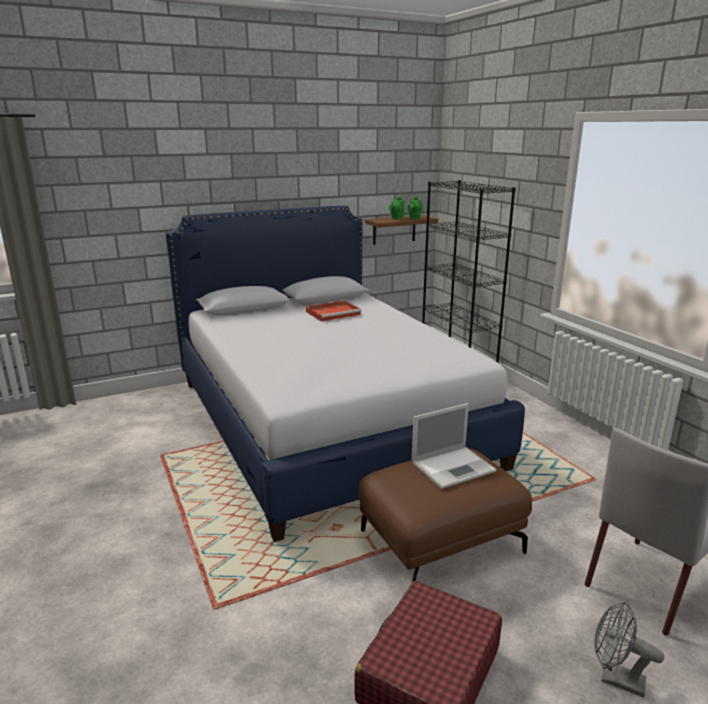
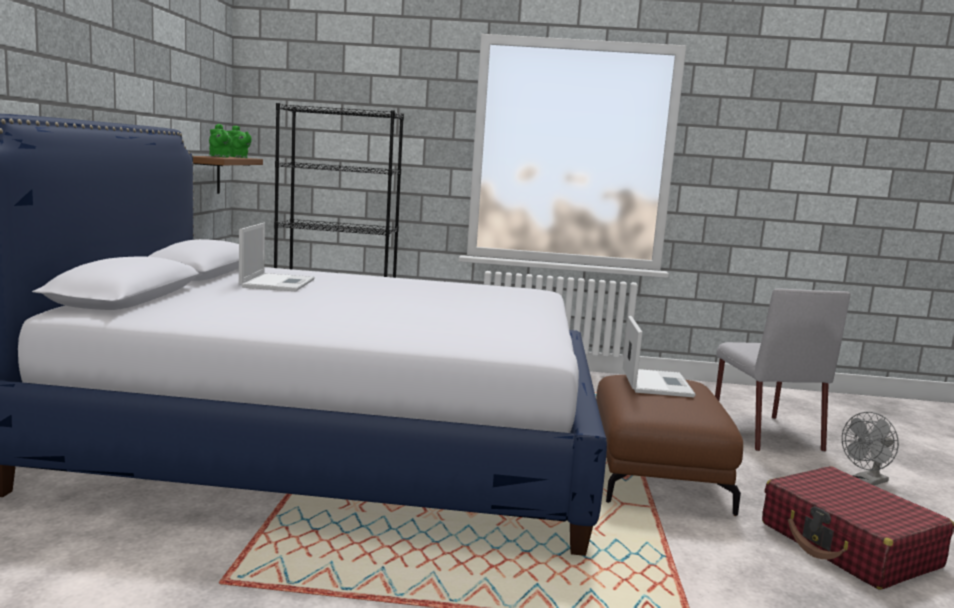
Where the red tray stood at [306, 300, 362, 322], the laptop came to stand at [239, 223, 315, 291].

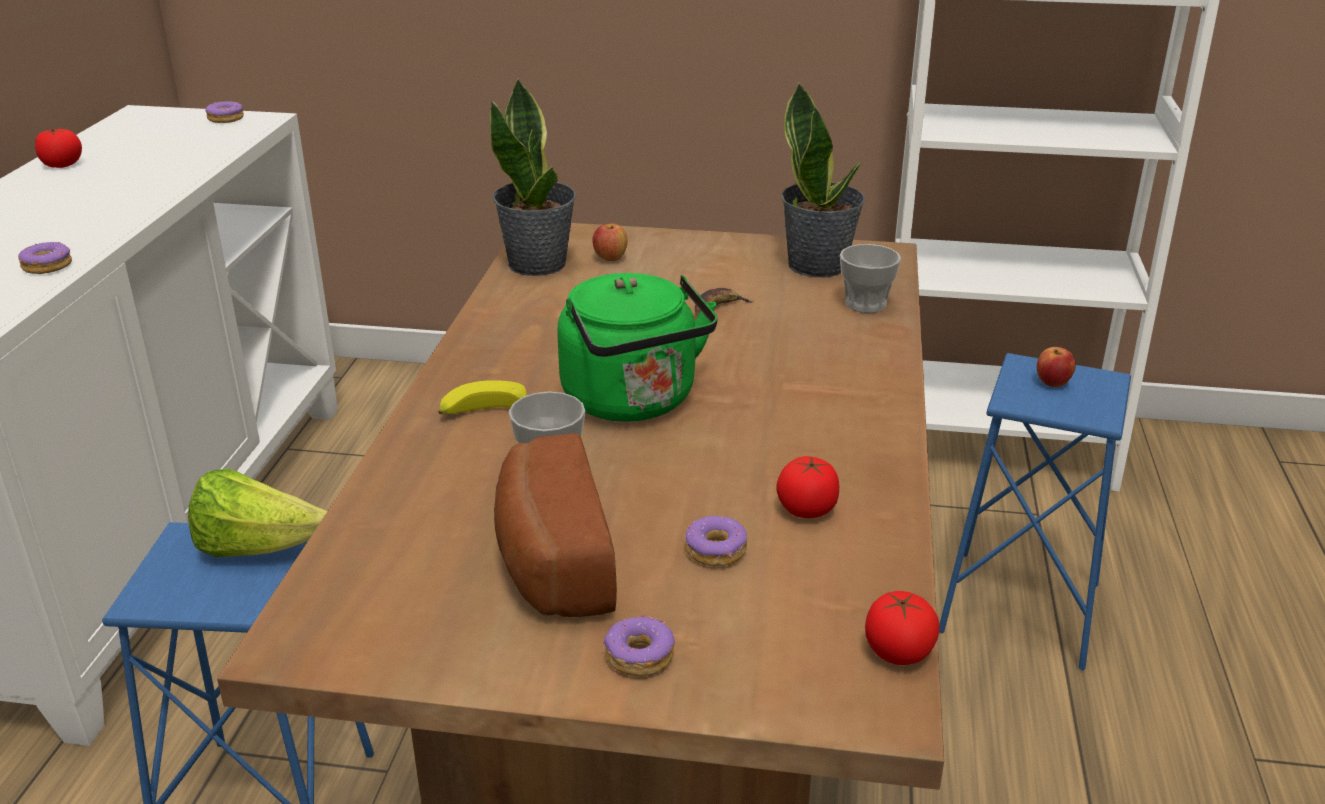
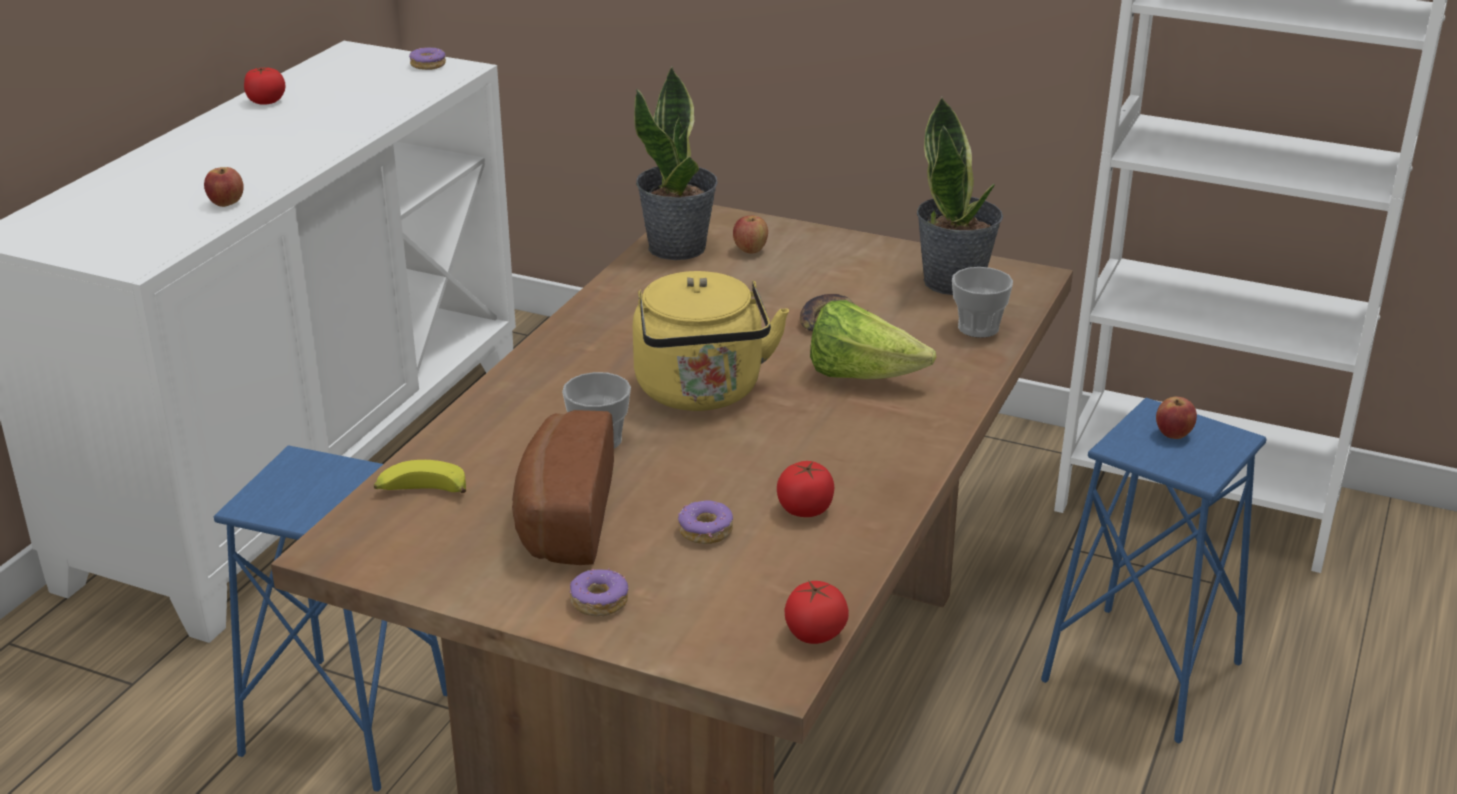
The lettuce head ended up elsewhere, having gone from [188, 469, 327, 557] to [810, 300, 936, 379].
The whole banana ended up elsewhere, having gone from [438, 380, 527, 414] to [374, 460, 466, 493].
Where the ring doughnut stood at [18, 242, 72, 274], the whole apple came to stand at [204, 167, 244, 207].
What was the green-coloured water kettle at [557, 273, 717, 422] turned into the yellow water kettle at [633, 271, 789, 411].

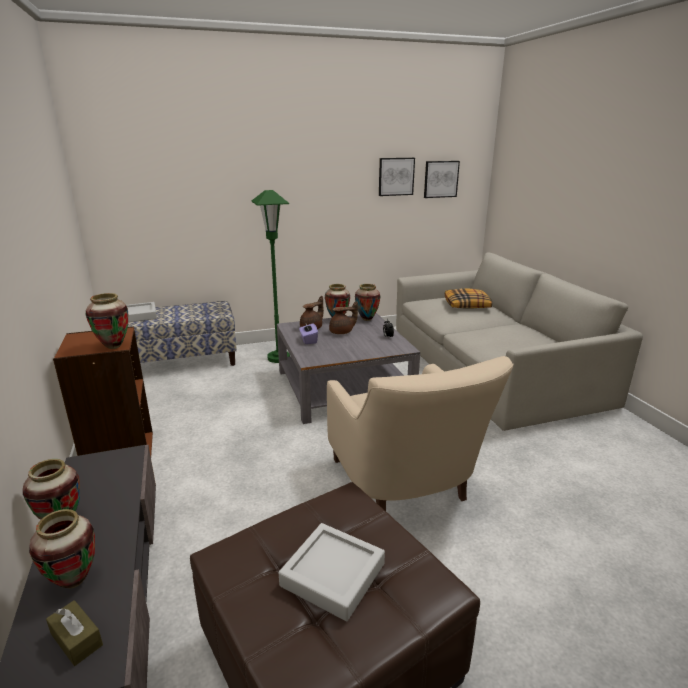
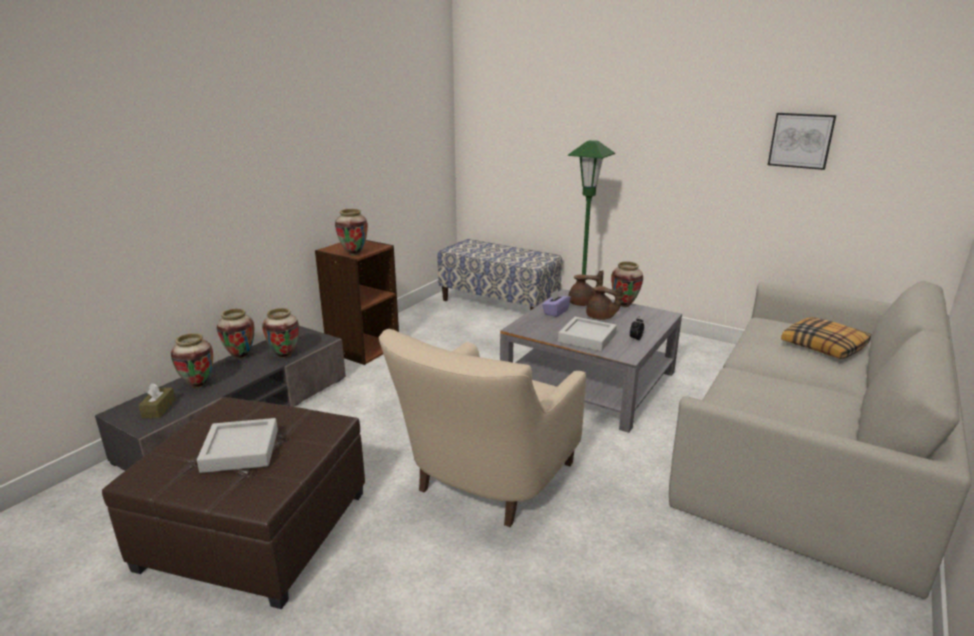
The second view lost the wall picture at [424, 161, 460, 198].
The grey tray ended up elsewhere, having gone from [126, 302, 157, 322] to [558, 317, 617, 351].
The decorative vase ended up elsewhere, having gone from [355, 284, 380, 321] to [262, 308, 299, 358].

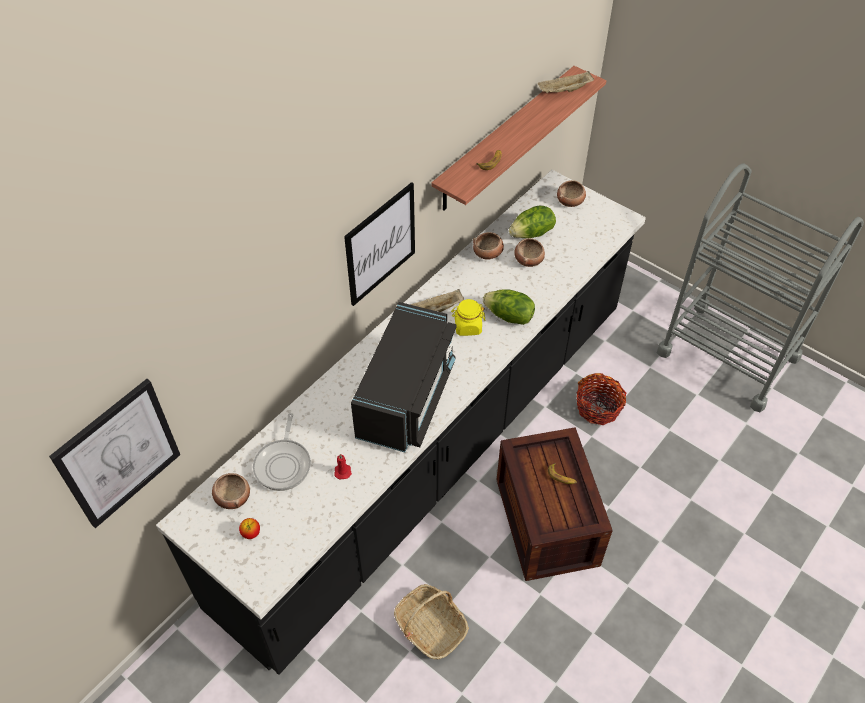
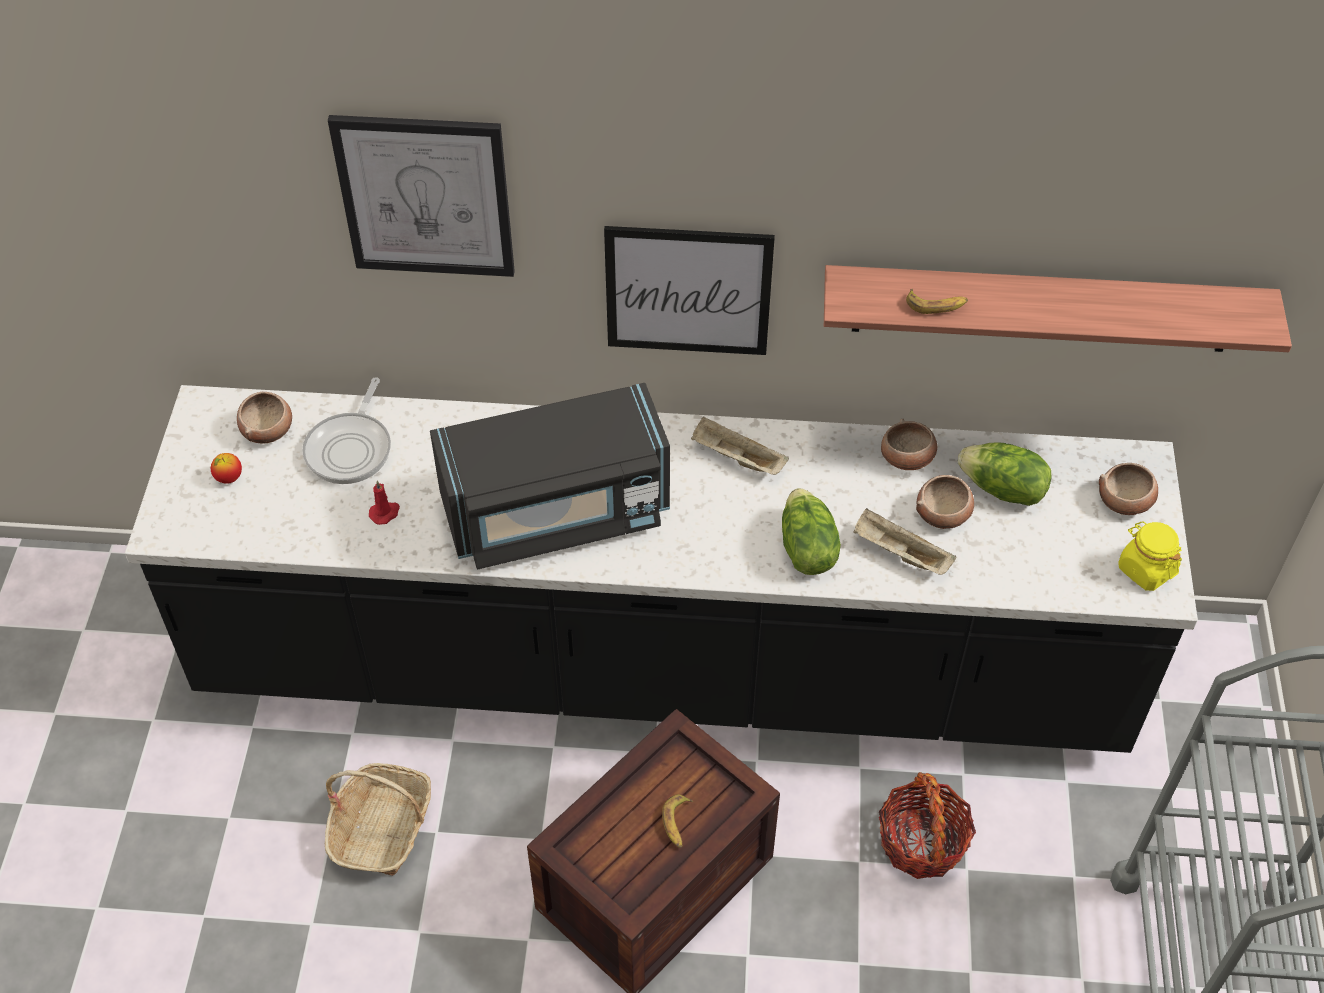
The wall picture ended up elsewhere, having gone from [49, 379, 180, 528] to [328, 115, 515, 277].
The yellow storage jar ended up elsewhere, having gone from [451, 299, 485, 336] to [1118, 521, 1182, 591].
The sand-coloured tray ended up elsewhere, having gone from [538, 71, 594, 93] to [853, 508, 956, 575].
The pan at [253, 413, 311, 491] ended up facing another way, 45 degrees counterclockwise from before.

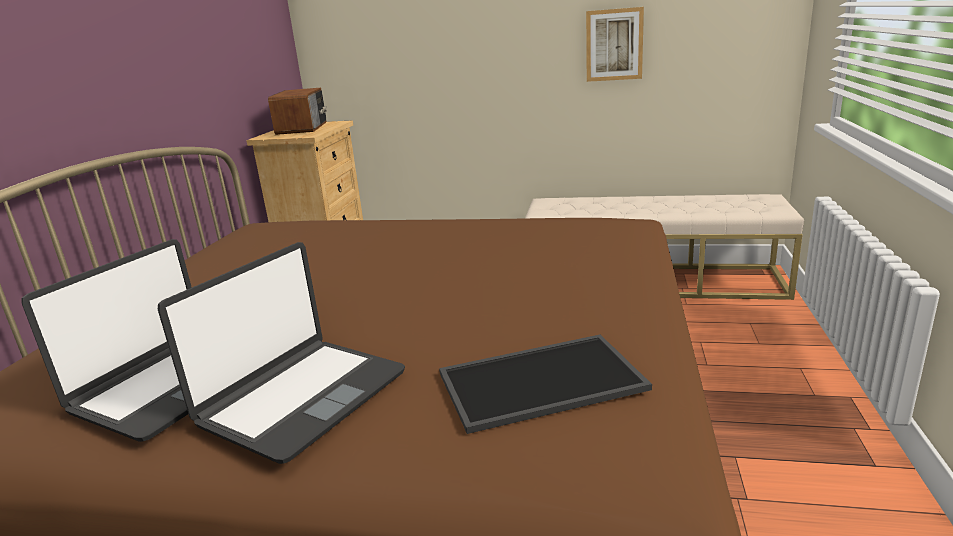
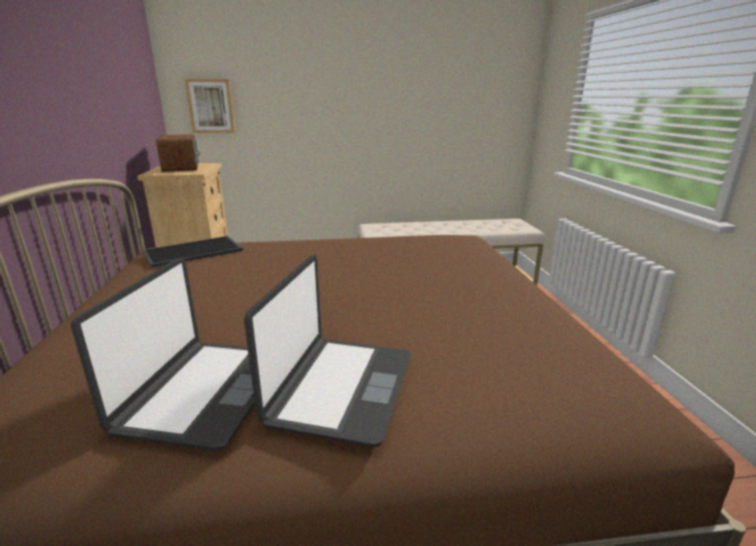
The tray ended up elsewhere, having gone from [439, 335, 652, 434] to [142, 236, 243, 268].
The wall picture ended up elsewhere, having gone from [586, 7, 644, 82] to [185, 79, 235, 133].

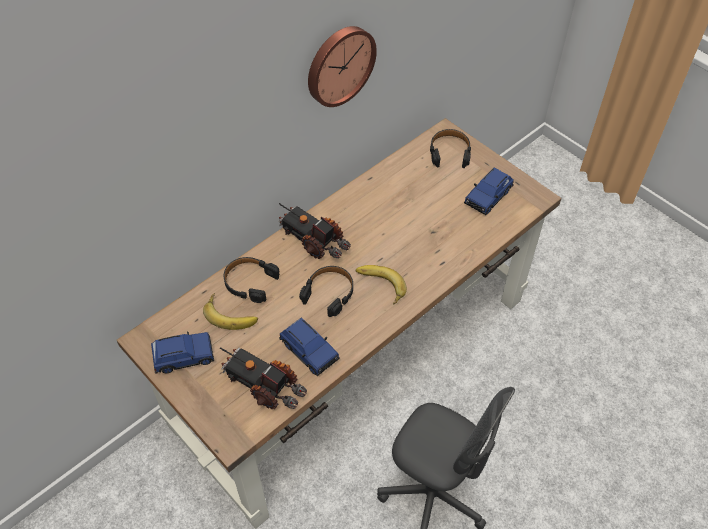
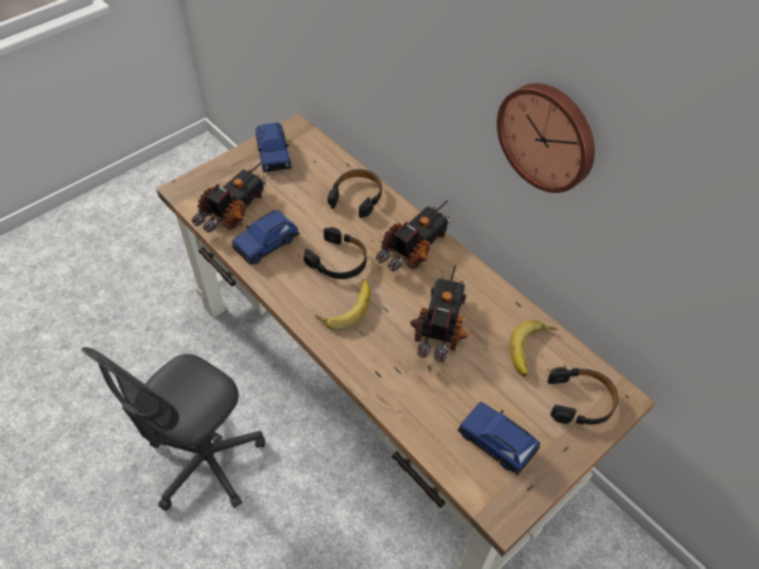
The second view gained the toy truck at [410, 266, 468, 362].
The whole banana ended up elsewhere, having gone from [203, 293, 258, 330] to [510, 320, 557, 376].

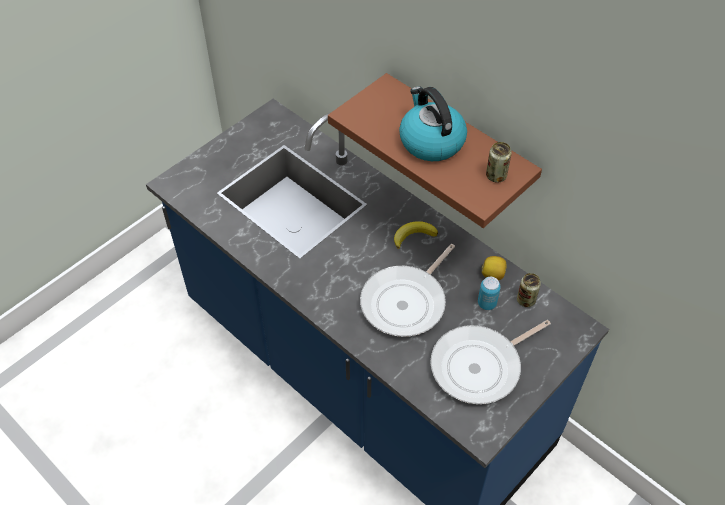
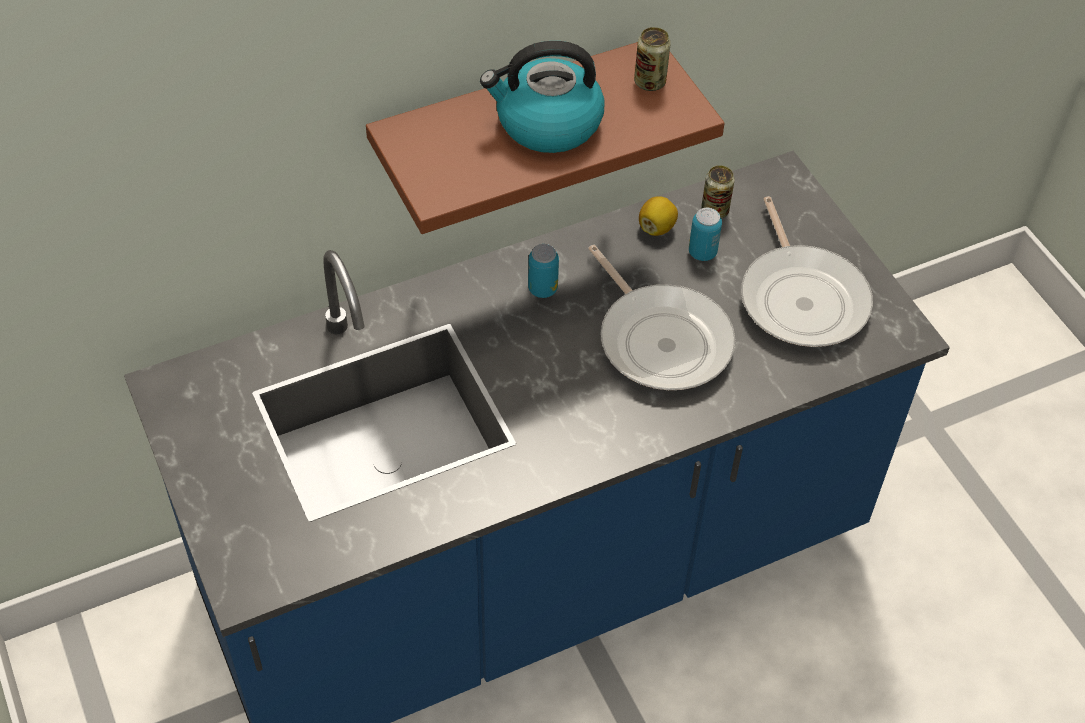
Where the whole banana stood at [394, 221, 438, 249], the sealed can came to stand at [528, 244, 559, 298].

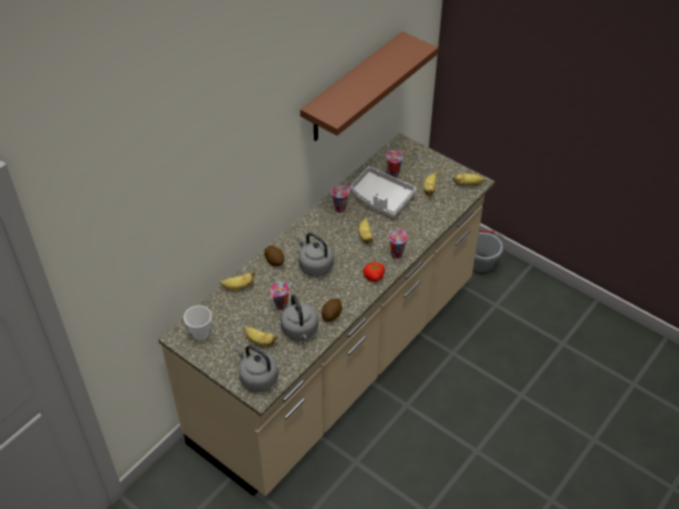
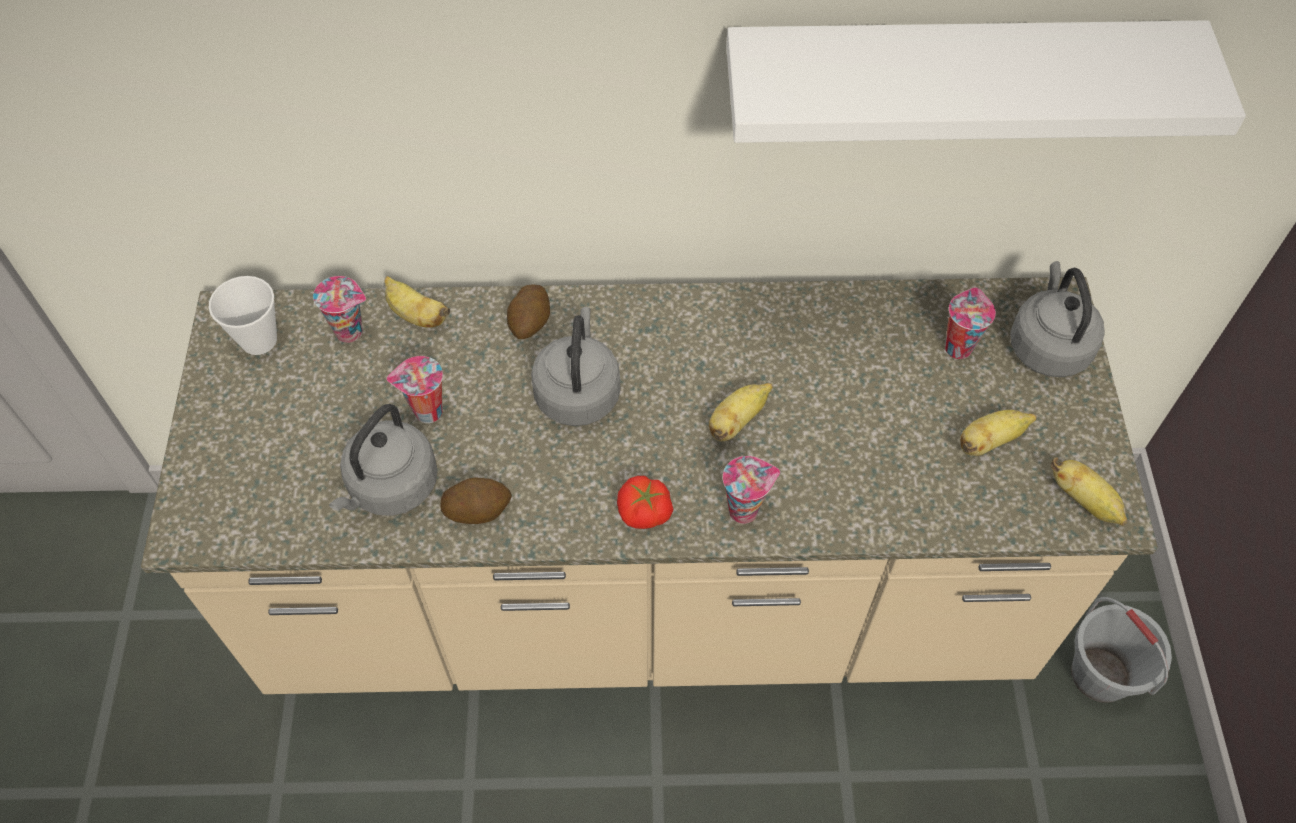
The second view lost the whole banana at [244, 326, 277, 346].
The second view lost the grey tray at [350, 167, 416, 218].
The grey water kettle ended up elsewhere, having gone from [235, 345, 278, 392] to [1010, 261, 1105, 377].
The cup ended up elsewhere, having gone from [331, 185, 350, 213] to [313, 276, 366, 343].
What was the brown-coloured shelf at [300, 31, 438, 141] turned into the white-coloured shelf at [726, 20, 1246, 143].

